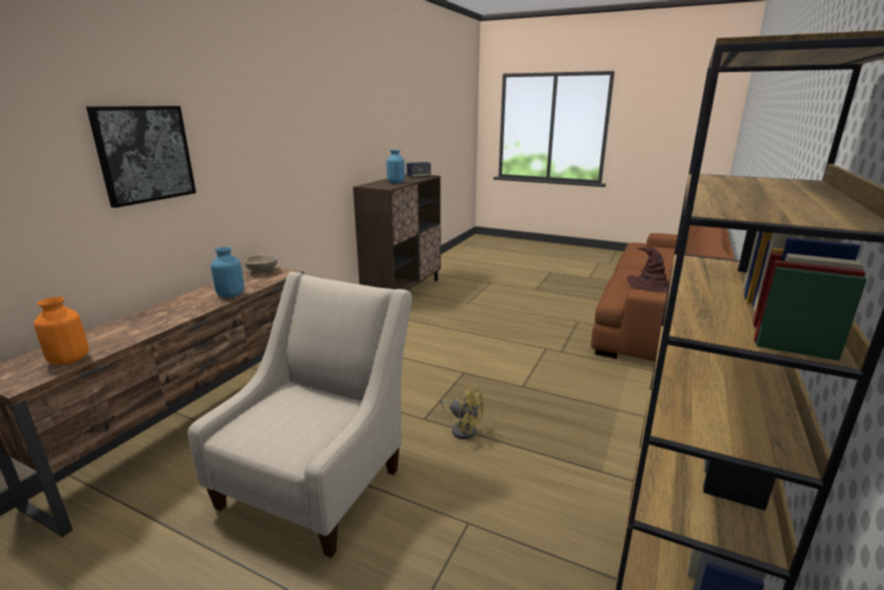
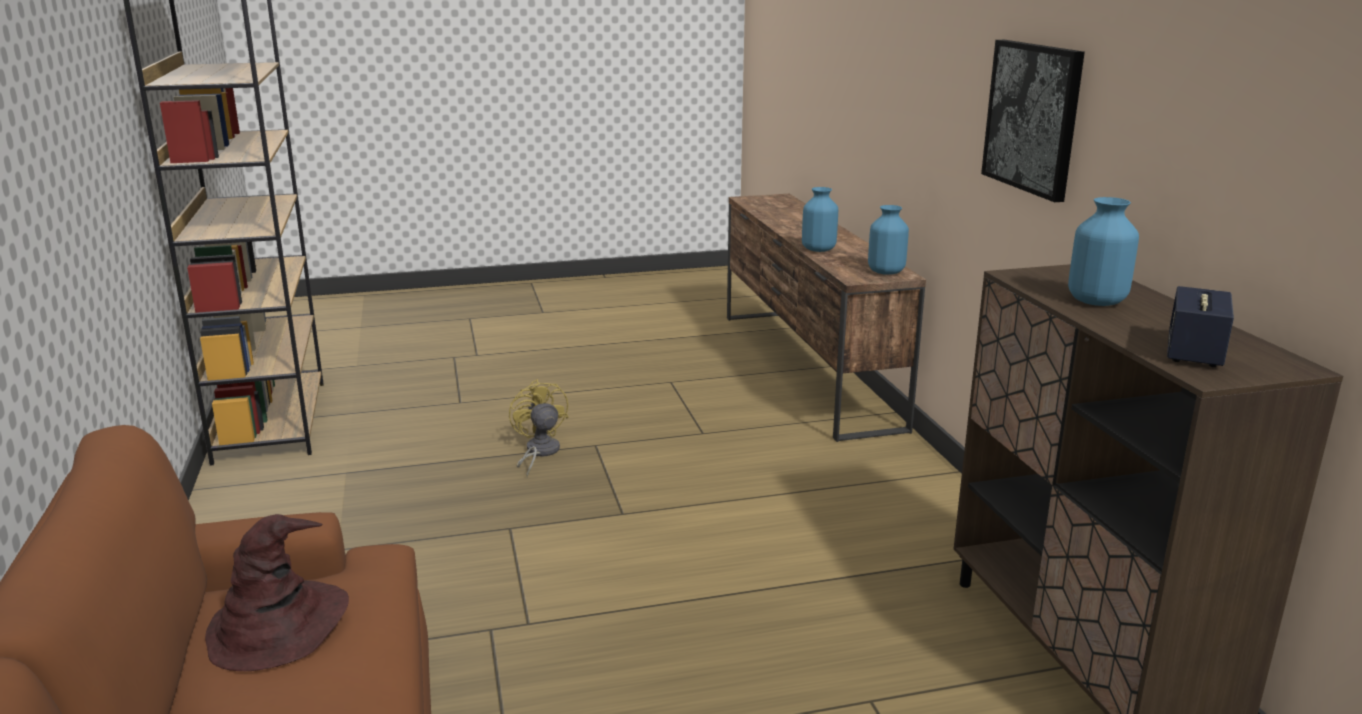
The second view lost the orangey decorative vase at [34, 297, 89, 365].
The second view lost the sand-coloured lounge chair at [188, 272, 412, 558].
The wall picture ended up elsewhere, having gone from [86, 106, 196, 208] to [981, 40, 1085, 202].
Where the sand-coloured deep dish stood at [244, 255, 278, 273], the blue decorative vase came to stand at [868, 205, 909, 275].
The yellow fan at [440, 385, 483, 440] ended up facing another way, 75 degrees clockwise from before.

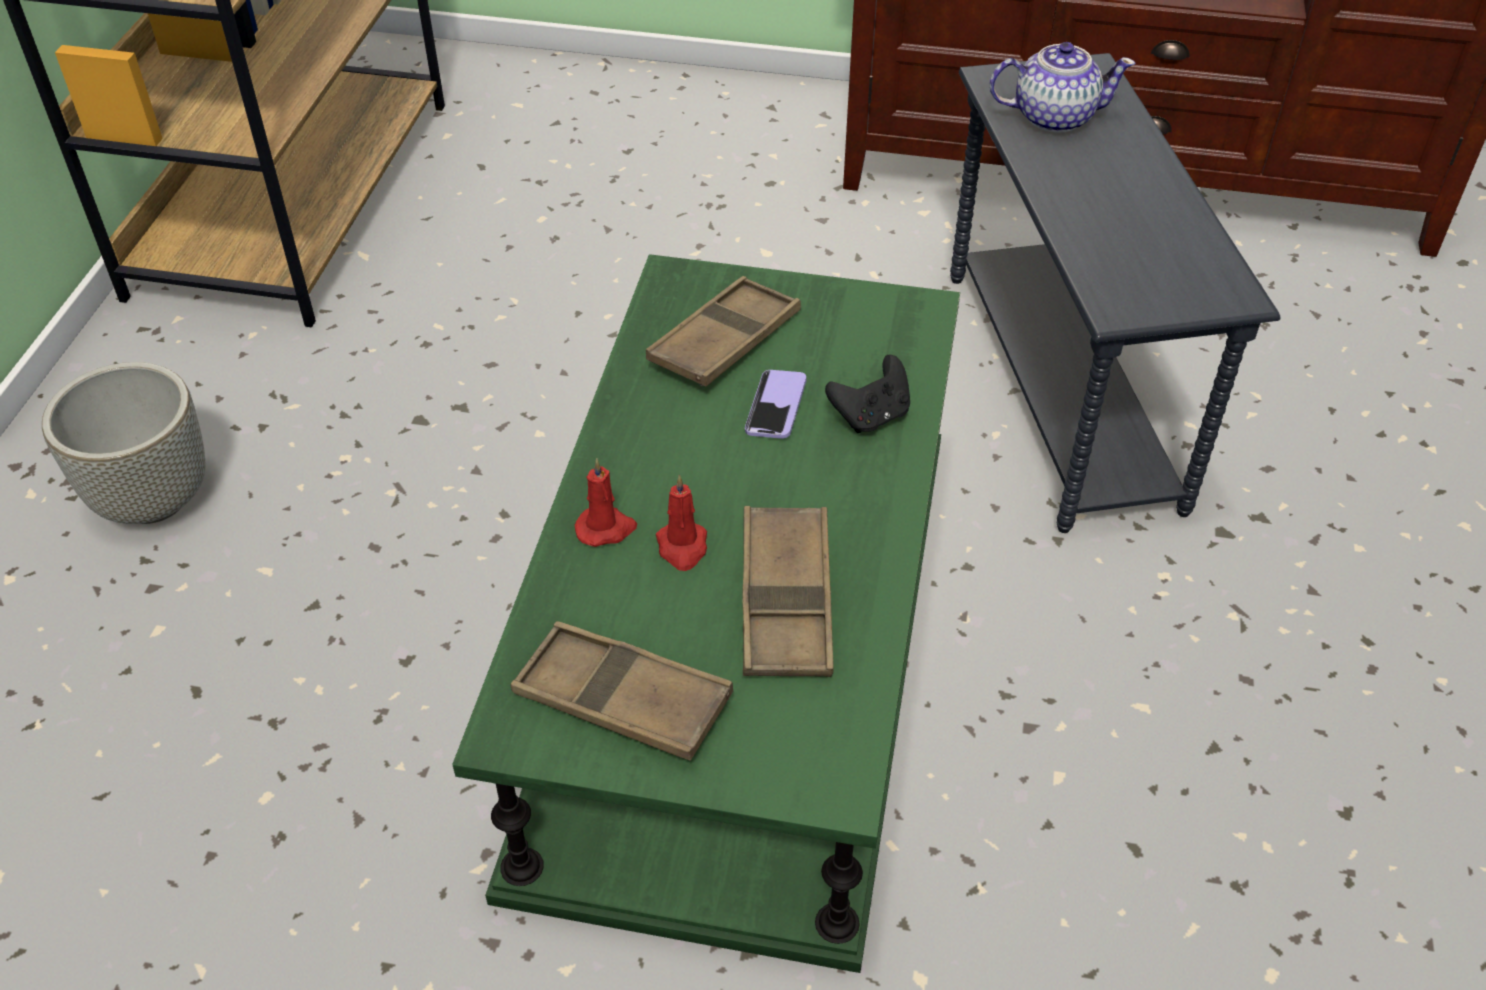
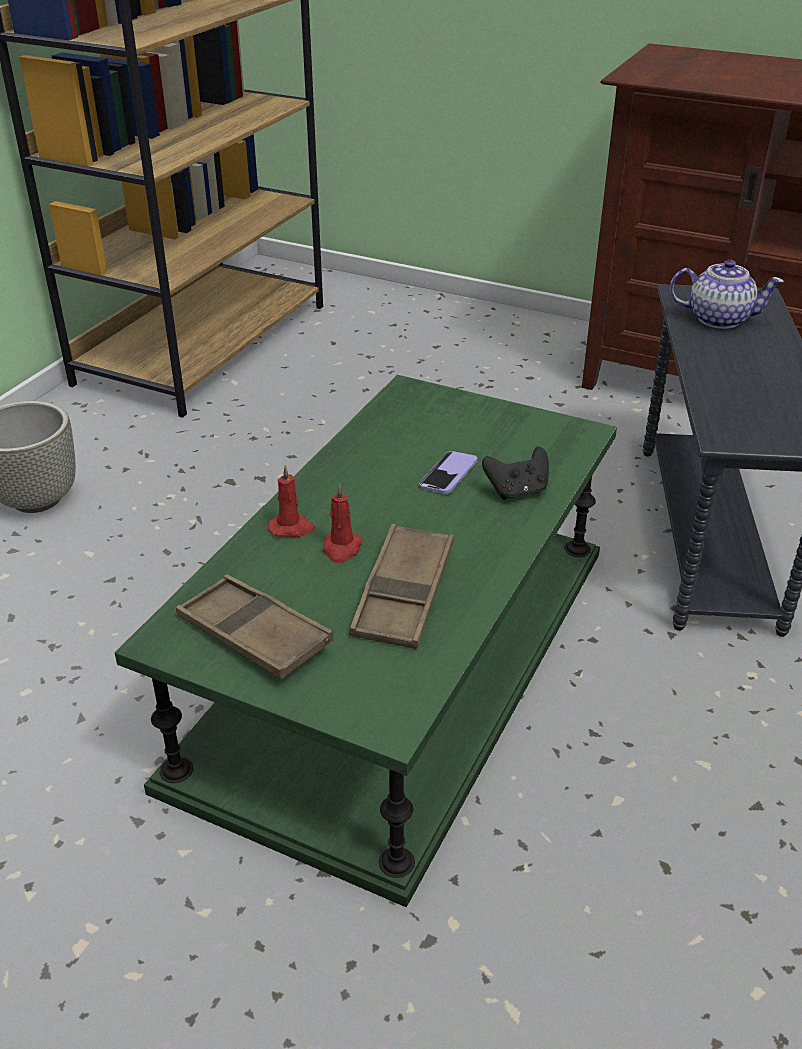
The second view lost the brown-coloured tray at [646, 276, 801, 387].

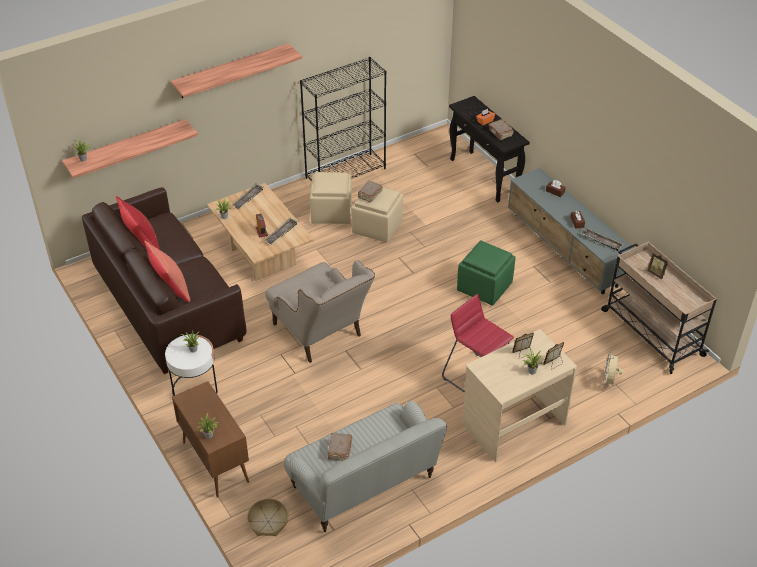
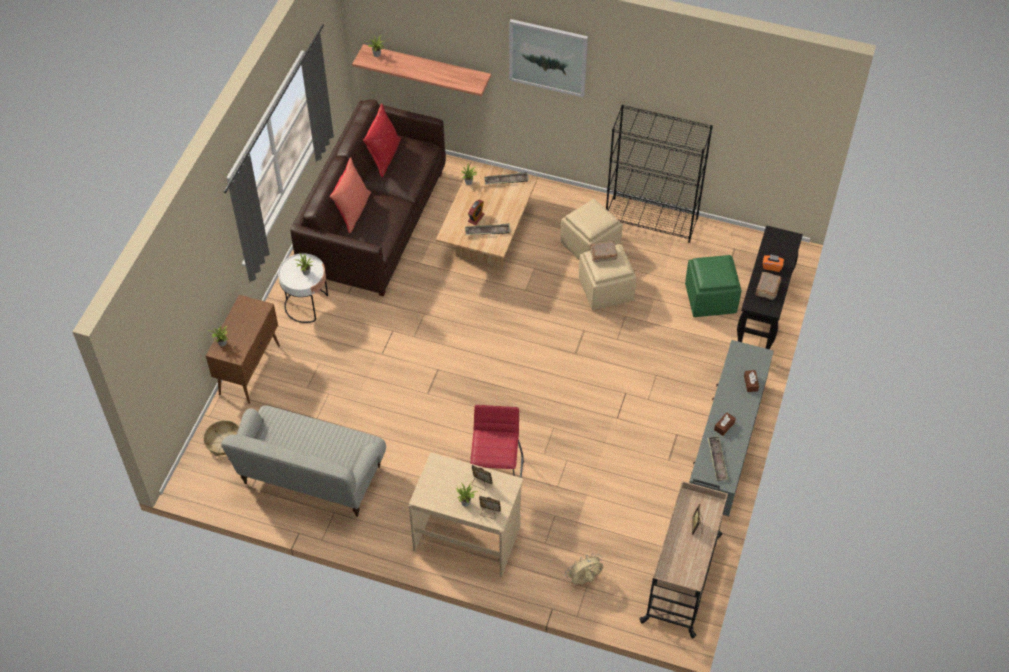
The second view lost the sand-coloured lounge chair at [266, 261, 375, 363].
The second view lost the brown-coloured book at [328, 433, 352, 461].
The green-coloured footrest ended up elsewhere, having gone from [457, 240, 515, 306] to [685, 255, 742, 317].
Where the shelf hung at [171, 43, 302, 98], the wall picture came to hang at [509, 19, 588, 97].

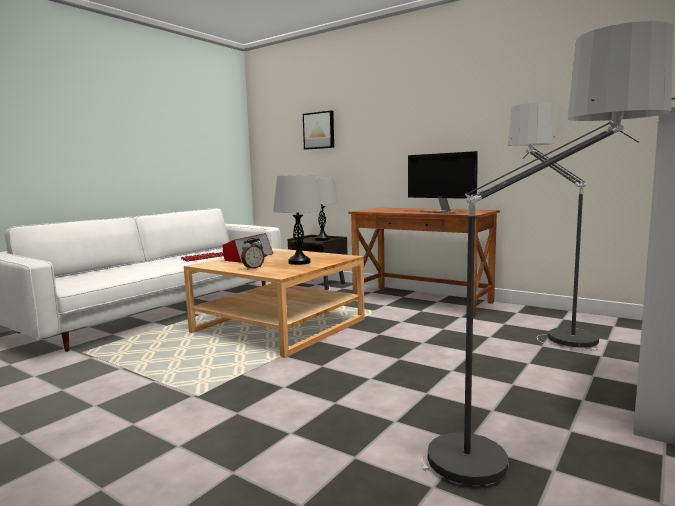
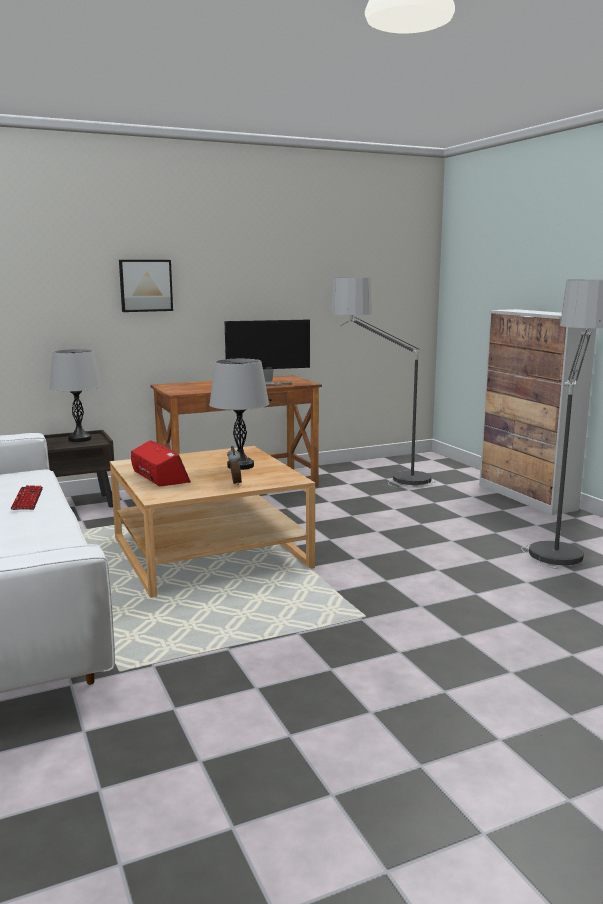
The wall picture ended up elsewhere, having gone from [303, 111, 334, 150] to [119, 260, 173, 312].

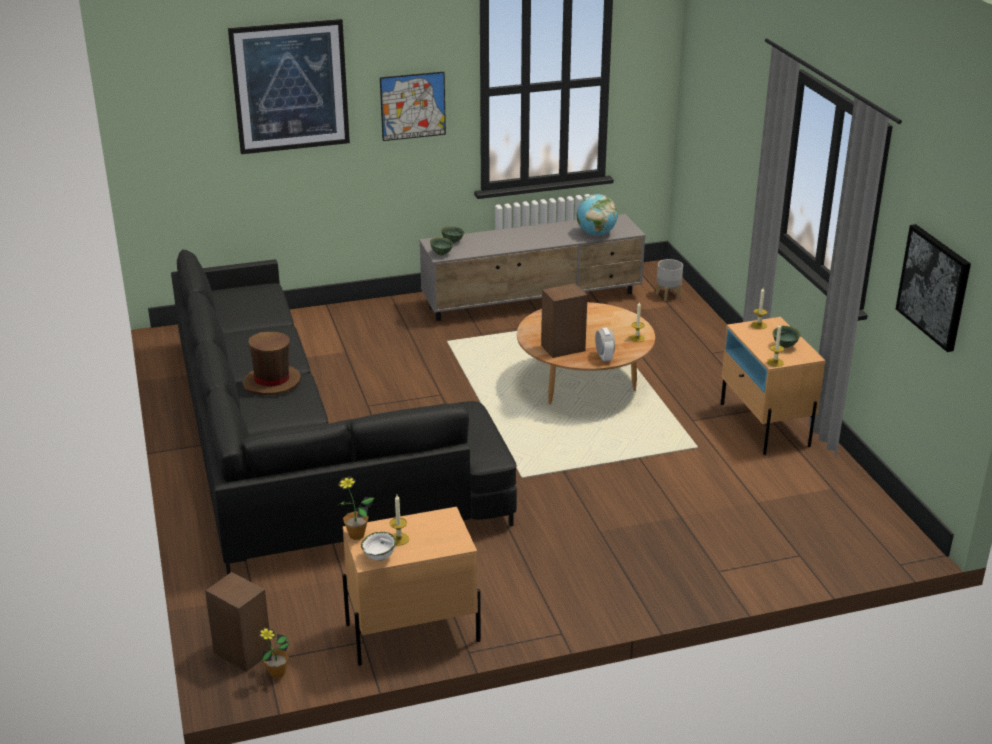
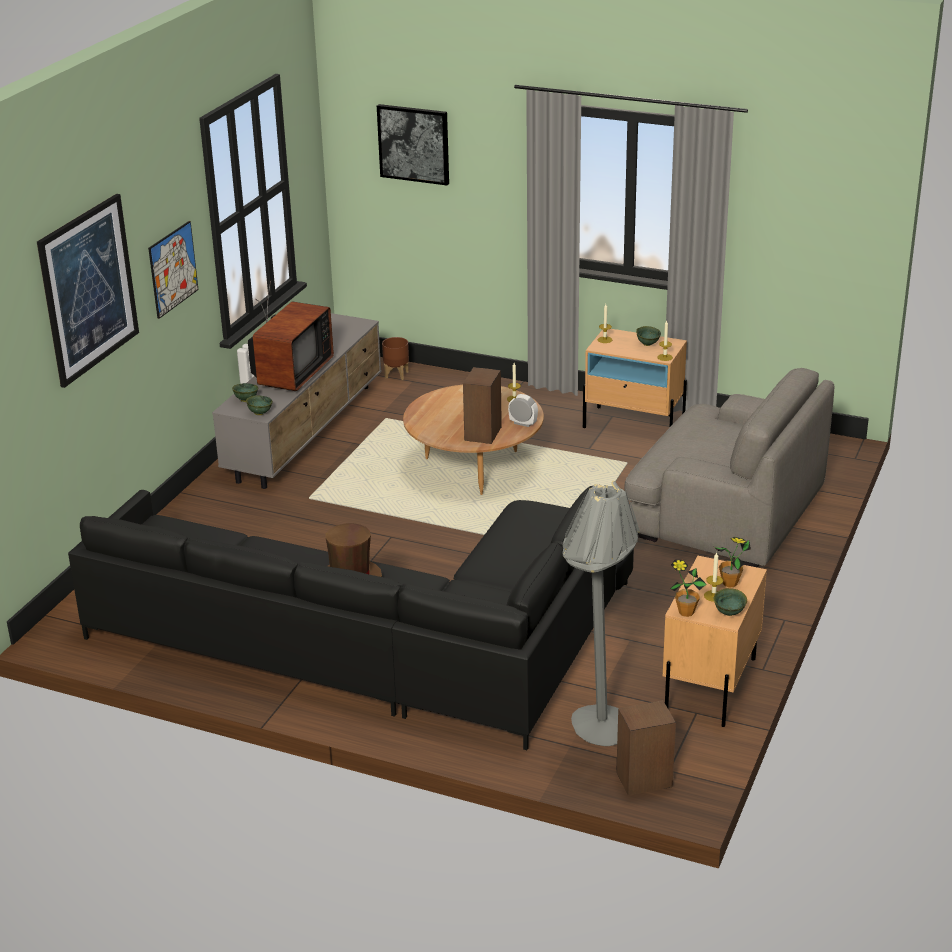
The second view lost the world globe at [577, 194, 618, 235].
The second view gained the TV set at [248, 281, 334, 391].
The second view gained the grey floor lamp at [563, 481, 640, 746].
The second view gained the grey lounge chair at [624, 368, 834, 568].
The houseplant ended up elsewhere, having gone from [258, 628, 290, 679] to [714, 537, 751, 588].
The wall picture ended up elsewhere, having gone from [896, 224, 971, 352] to [377, 104, 449, 185].
What was the white-coloured deep dish at [361, 532, 396, 561] turned into the green-coloured deep dish at [713, 588, 747, 616].
What was the grey planter at [656, 259, 683, 301] turned into the brown-coloured planter at [382, 337, 409, 380].

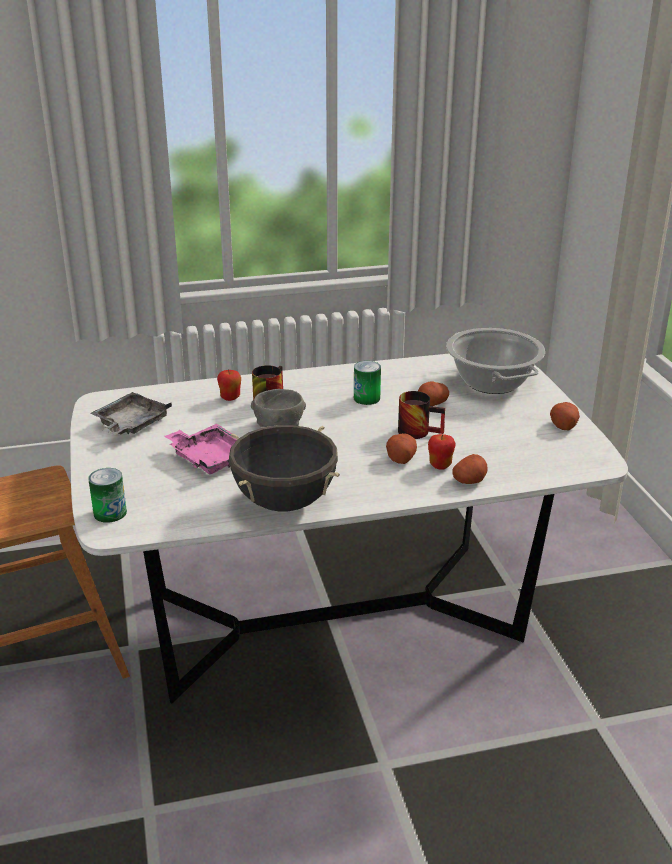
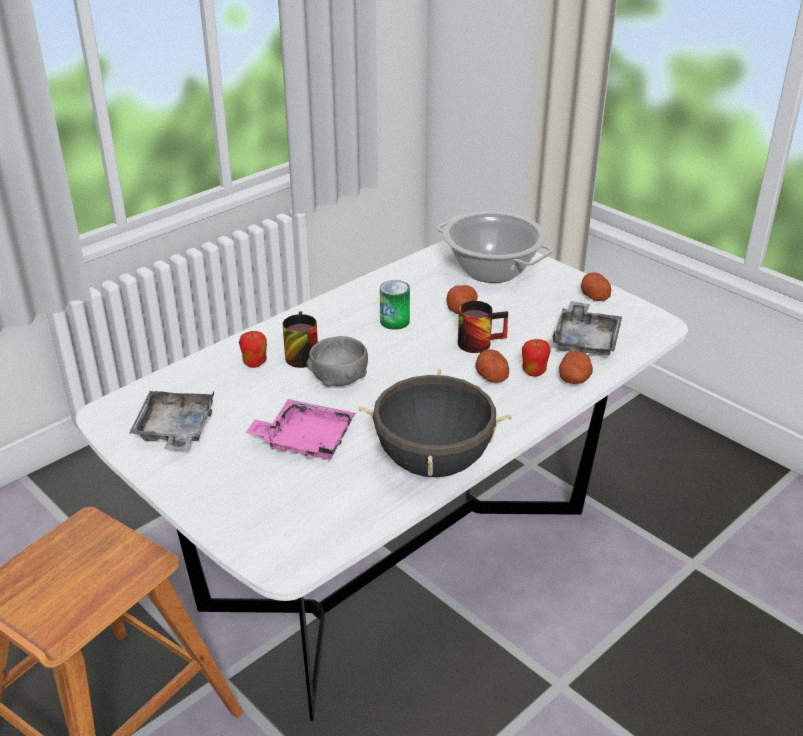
The second view lost the sealed can at [88, 468, 127, 523].
The second view gained the grey tray at [552, 301, 622, 355].

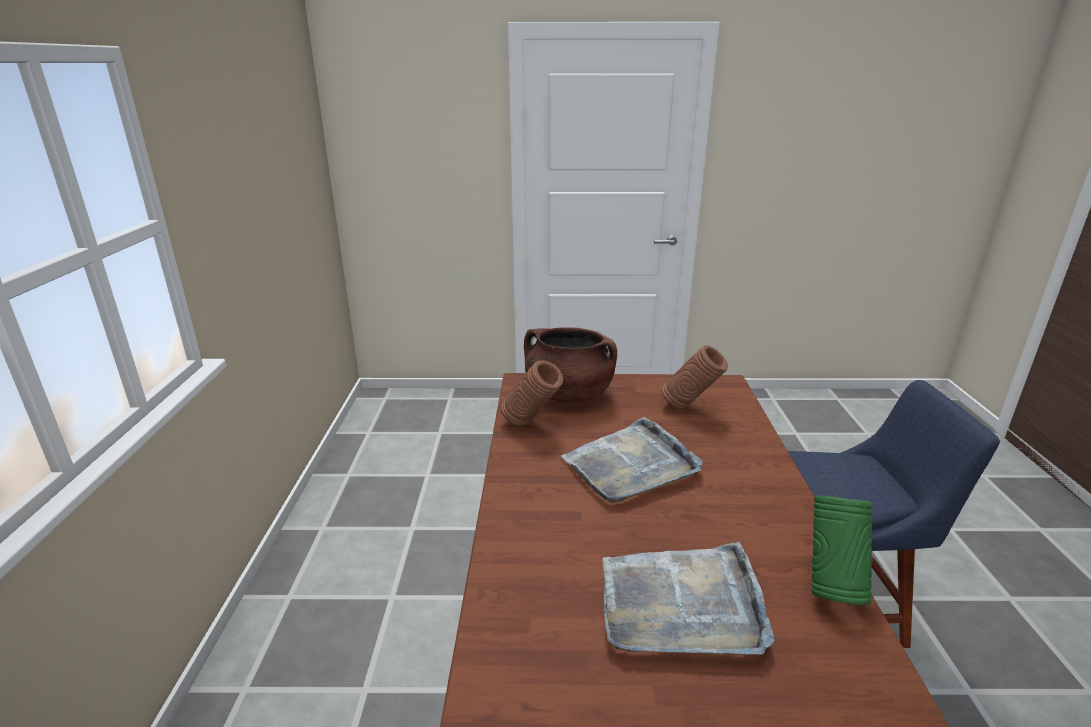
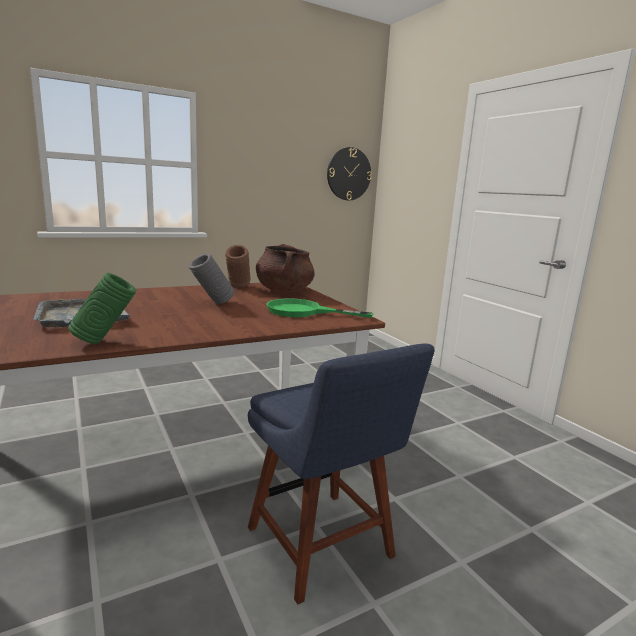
The second view gained the hanging clock at [327, 147, 372, 200].
Where the grey tray stood at [561, 417, 702, 503], the grey decorative vase came to stand at [189, 253, 234, 304].
Where the brown-coloured decorative vase stood at [661, 345, 728, 409], the green-coloured pan came to stand at [266, 298, 373, 318].

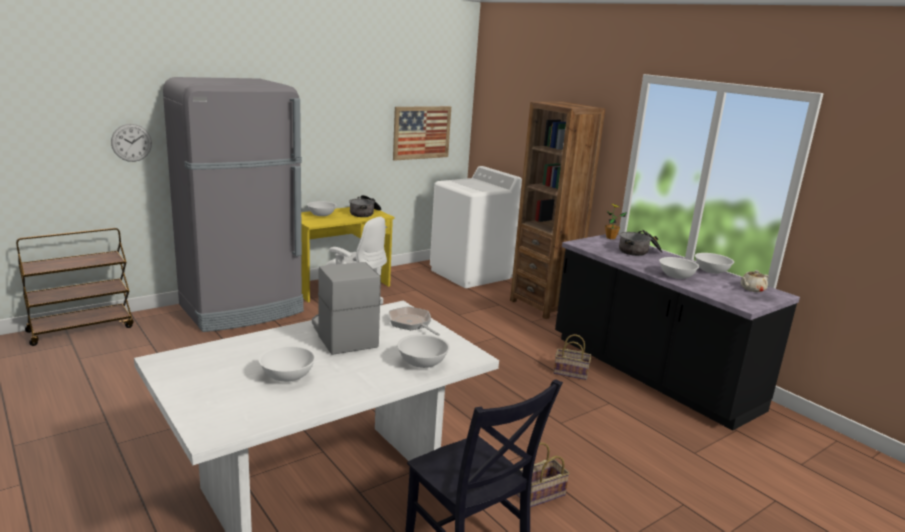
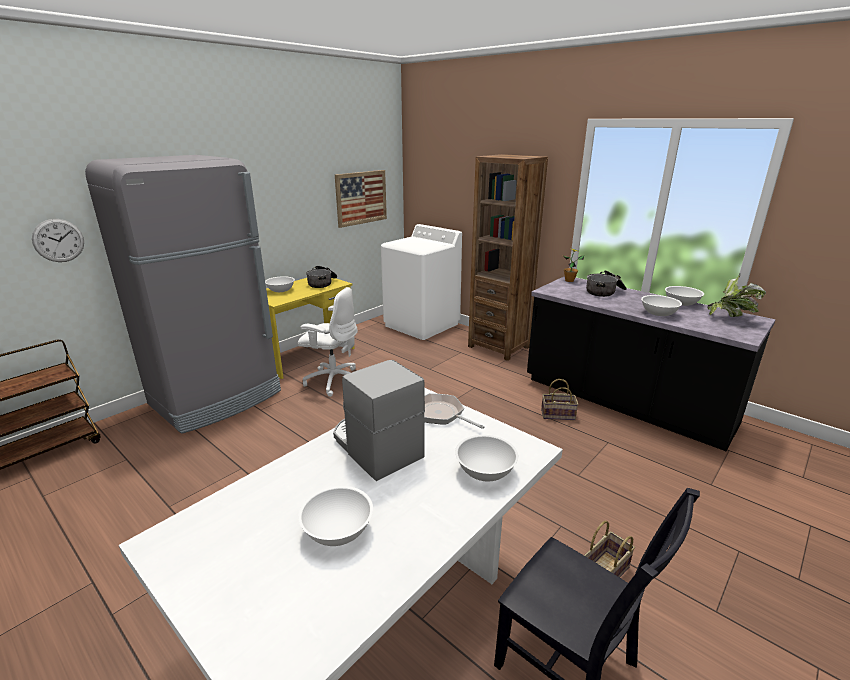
Where the sand-coloured tea pot stood at [740, 270, 769, 292], the houseplant came to stand at [707, 274, 766, 317].

